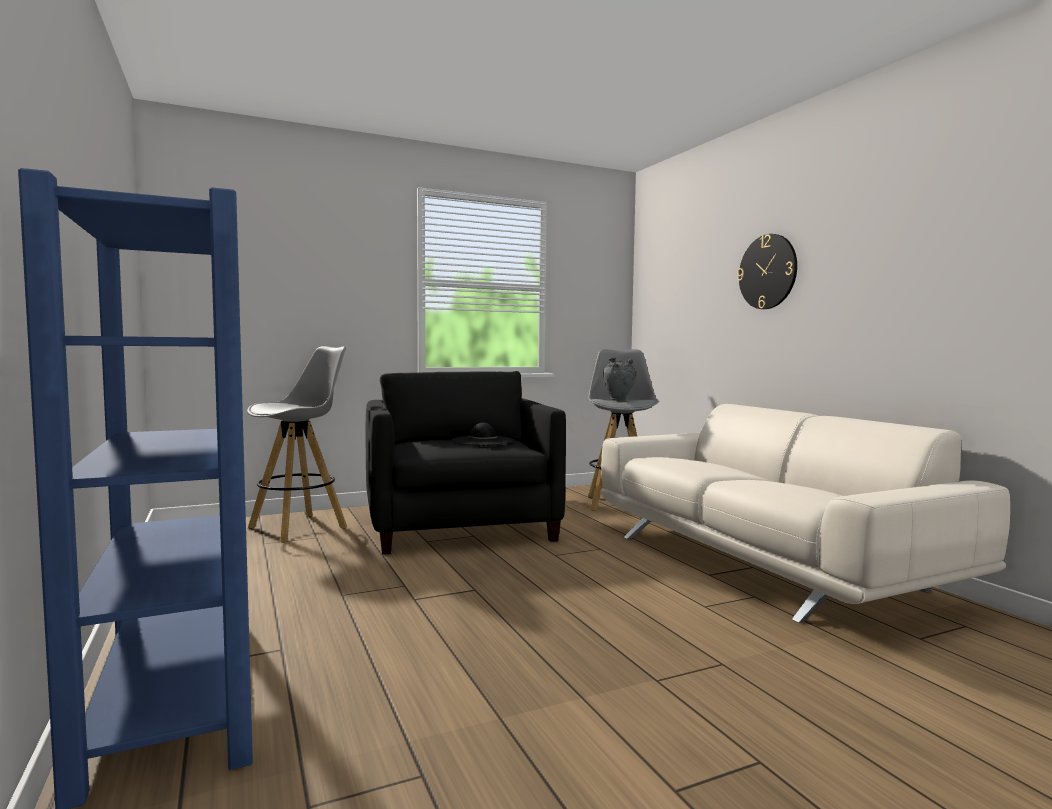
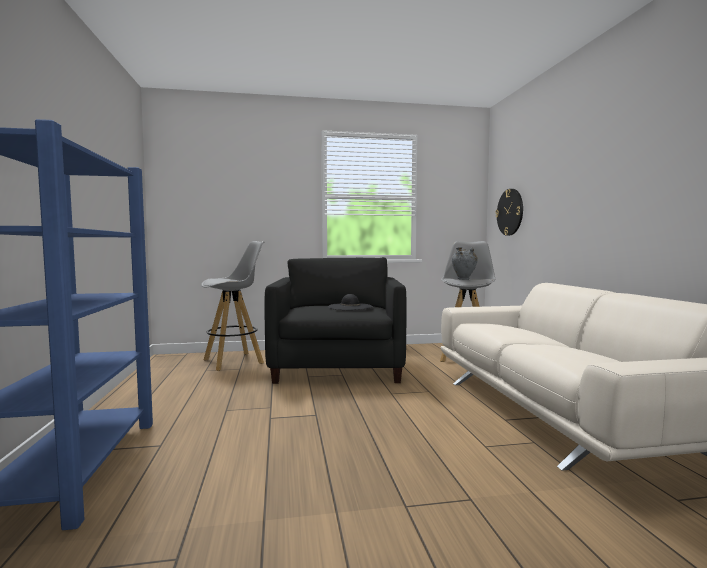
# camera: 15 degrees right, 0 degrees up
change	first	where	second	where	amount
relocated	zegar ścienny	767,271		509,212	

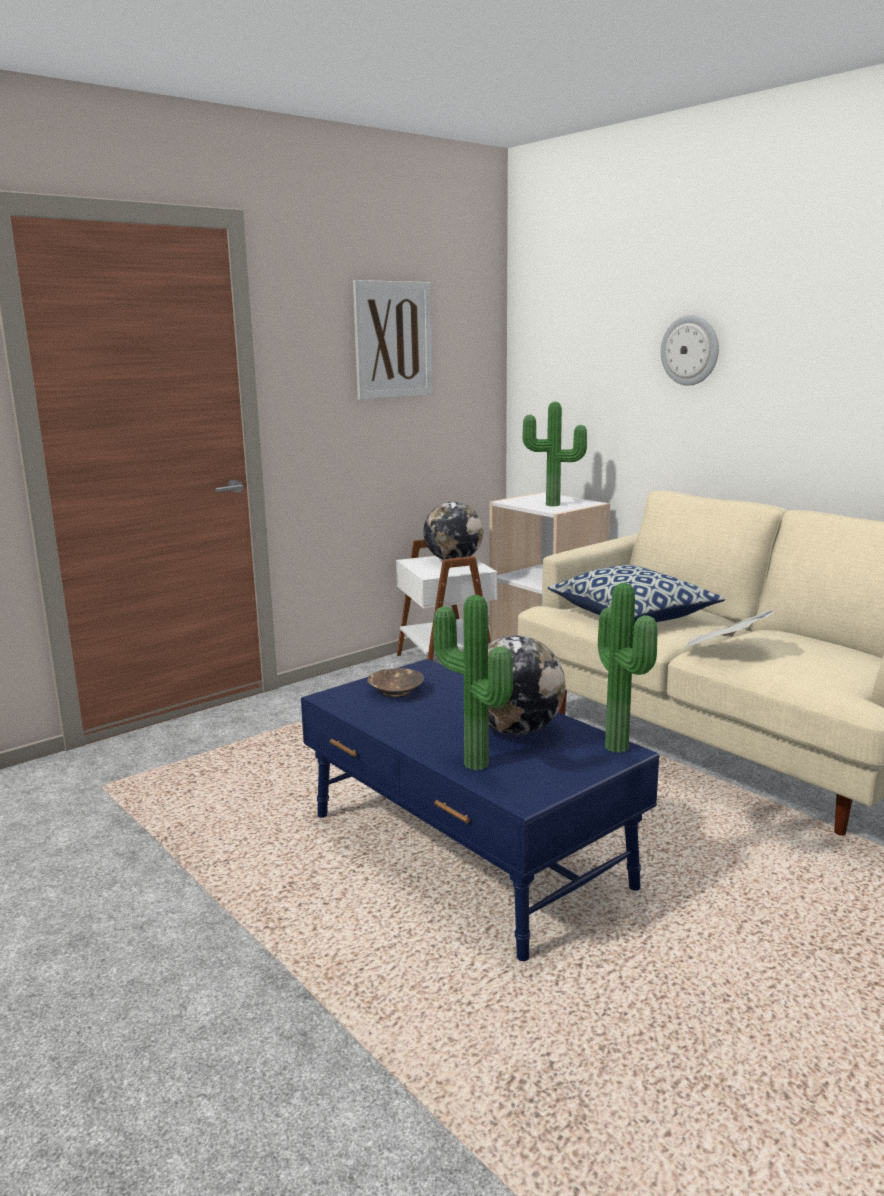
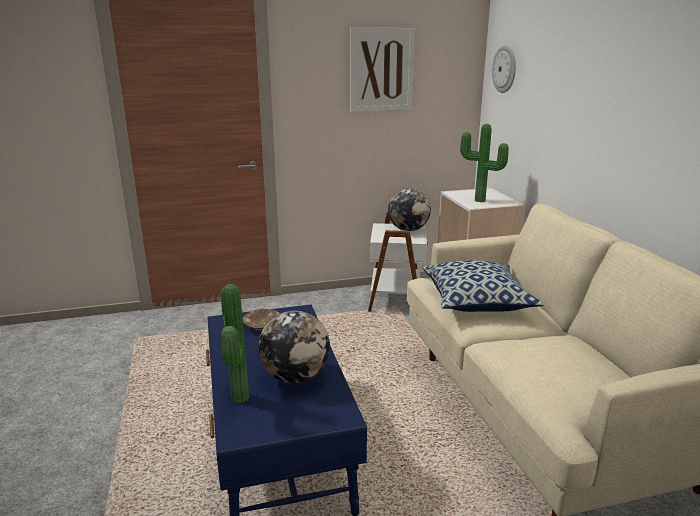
# camera: 25 degrees right, 5 degrees up
change	first	where	second	where	amount
missing	roślina doniczkowa	628,668			
missing	gazeta	730,629			
relocated	zegar ścienny	690,350		504,69	

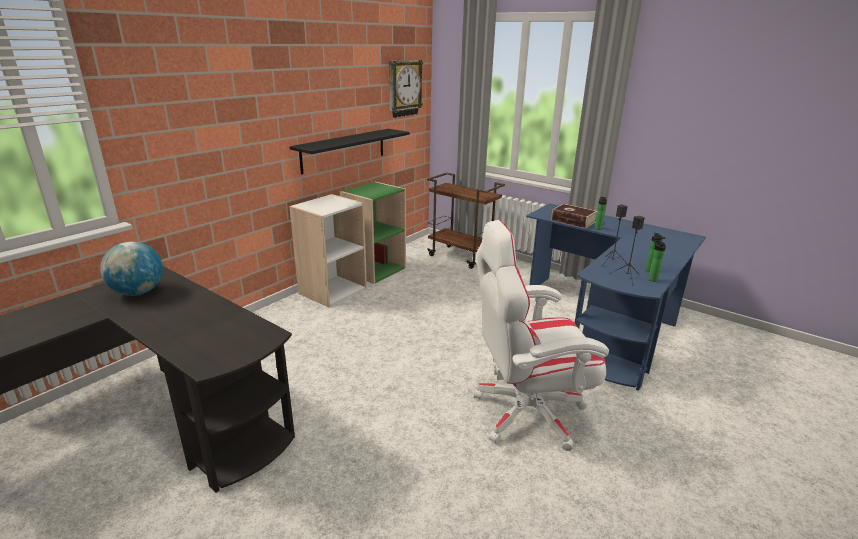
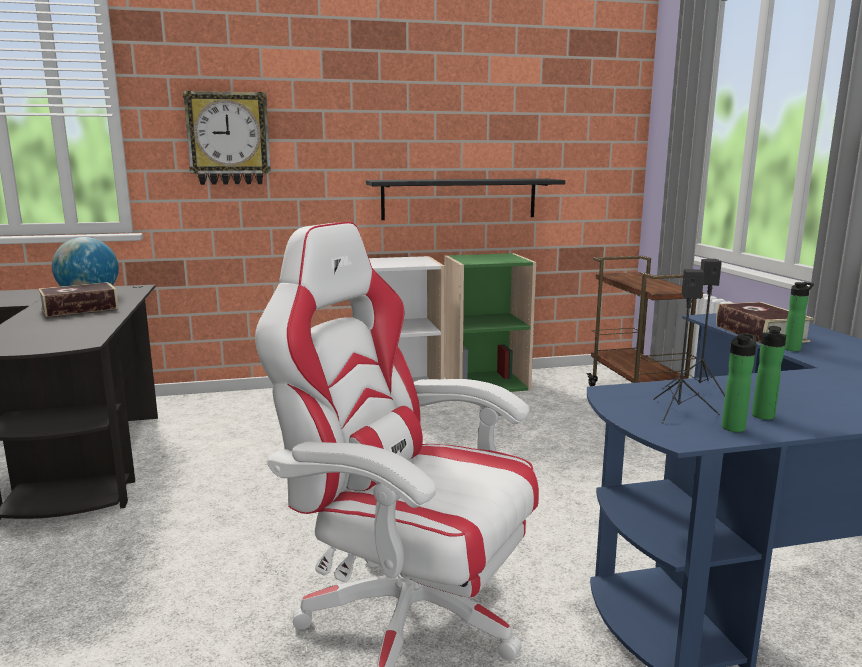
# camera: 40 degrees right, 10 degrees down
change	first	where	second	where	amount
appeared			książka	78,299	
relocated	zegar ścienny	406,89		227,138	

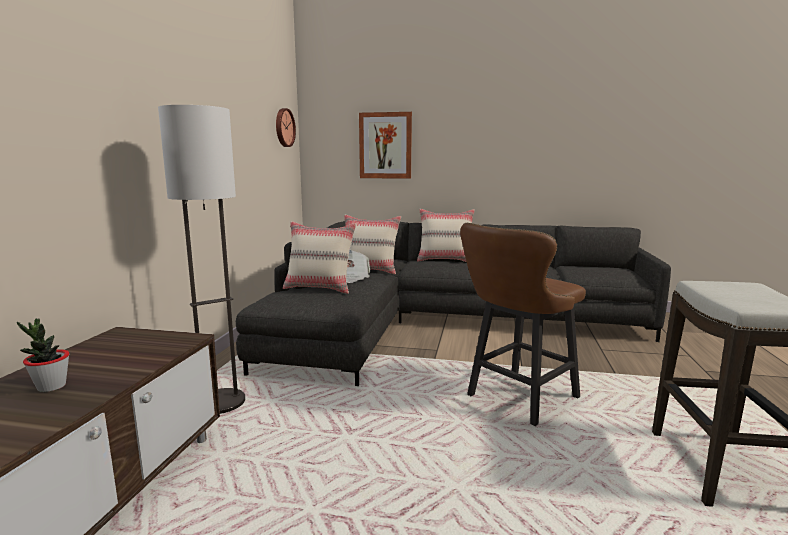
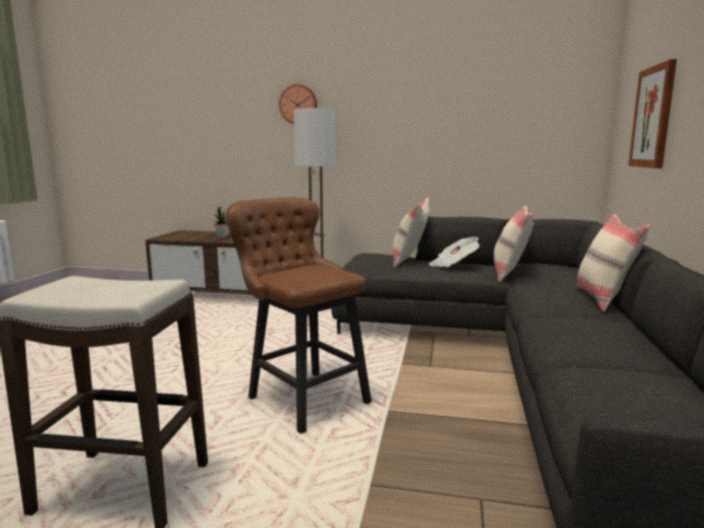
# camera: 90 degrees right, 0 degrees up
change	first	where	second	where	amount
relocated	zegar ścienny	286,127		298,104	

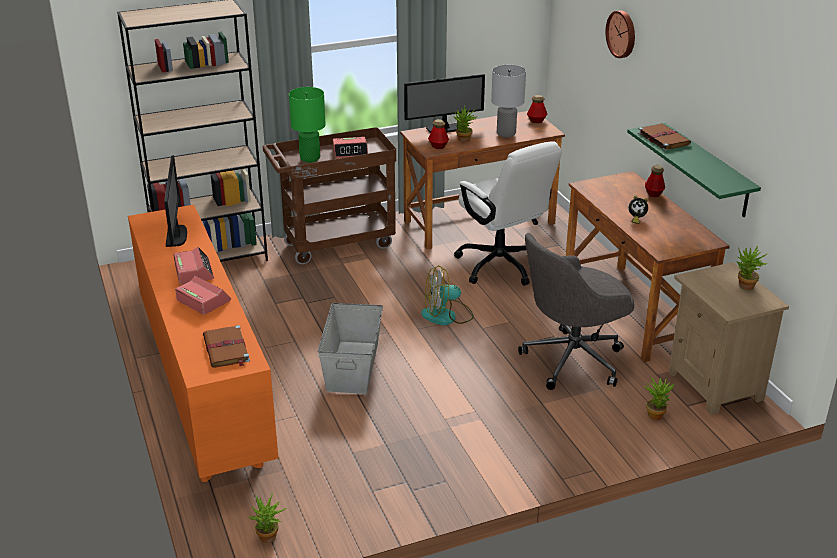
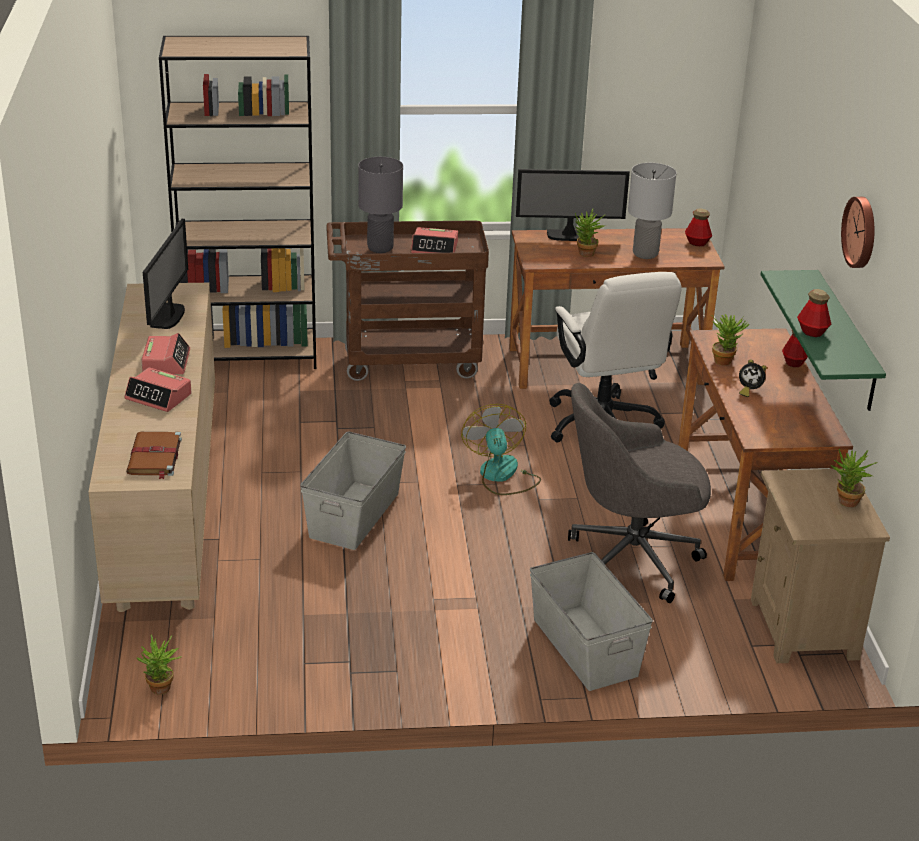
# camera: 15 degrees right, 0 degrees up
change	first	where	second	where	amount
missing	książka (brązowy)	664,137			
appeared			pojemnik do przechowywania (szary)	591,621	
relocated	butelka	438,134		814,313	
relocated	zegar ścienny	620,34		858,232	
relocated	roślina doniczkowa	659,398		730,339	
colour	szafka (pomarańczowy)	203,343	szafka (beżowy)	151,447	
colour	lampa stołowa (zielony)	307,125	lampa stołowa (szary)	380,205	
spun	budzik	203,295		158,389	150 degrees clockwise
spun	wentylator	447,295		501,449	75 degrees clockwise

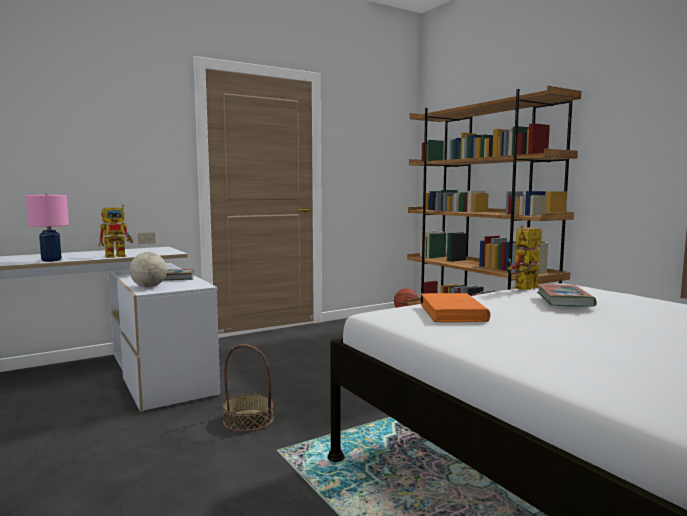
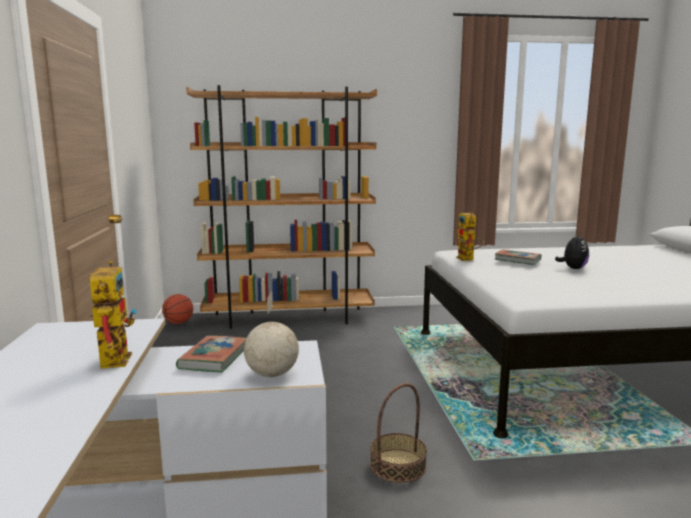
# camera: 65 degrees left, 5 degrees up
change	first	where	second	where	amount
missing	lampa stołowa (różowy)	47,228			
missing	książka (pomarańczowy)	455,307			
appeared			pluszak	572,251	

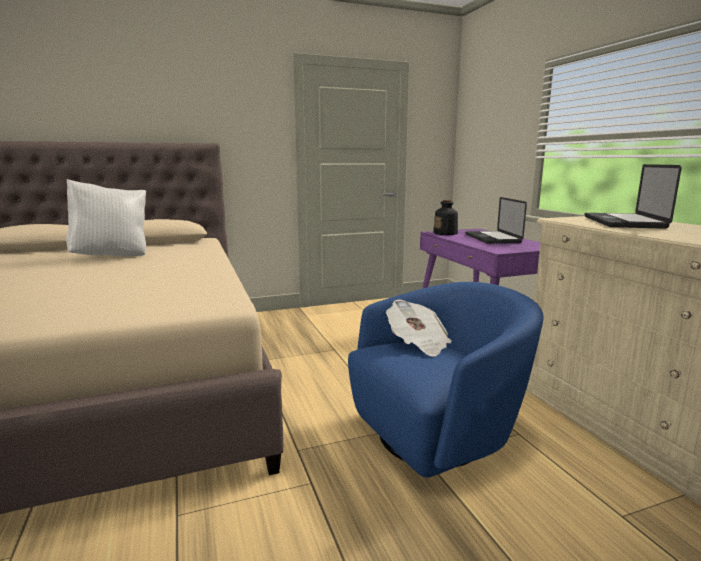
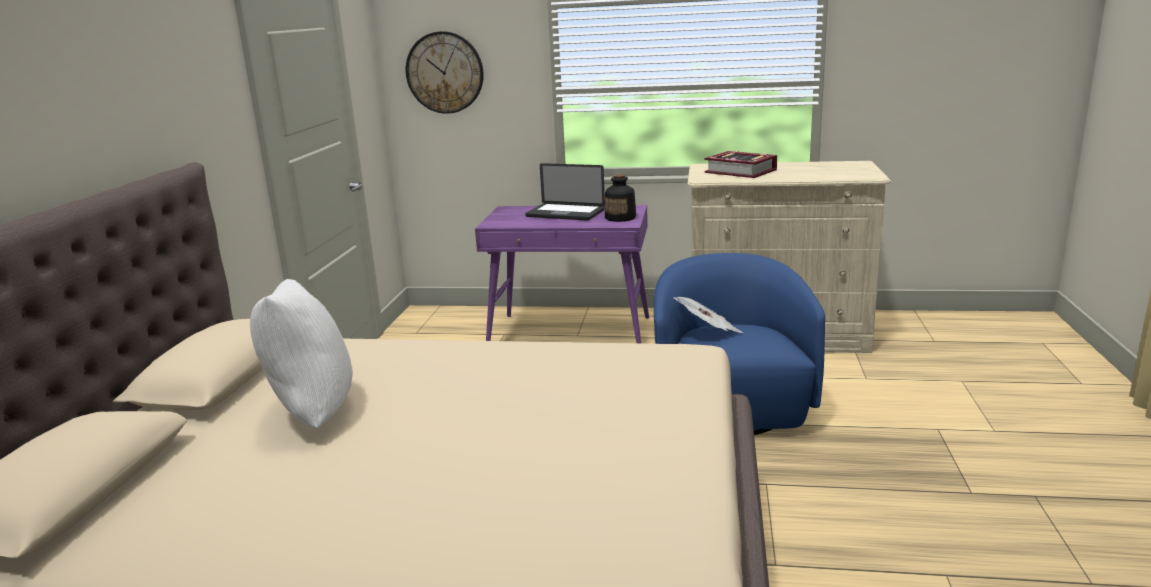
# camera: 60 degrees left, 5 degrees up
change	first	where	second	where	amount
appeared			zegar ścienny	445,72	
relocated	butelka	445,217		620,198	
exchanged	laptop	633,196	książka	740,164	

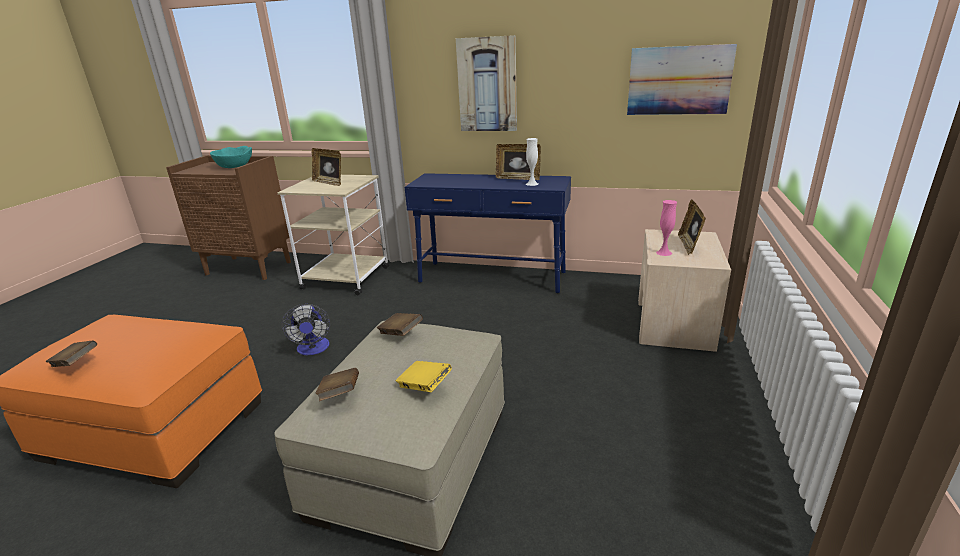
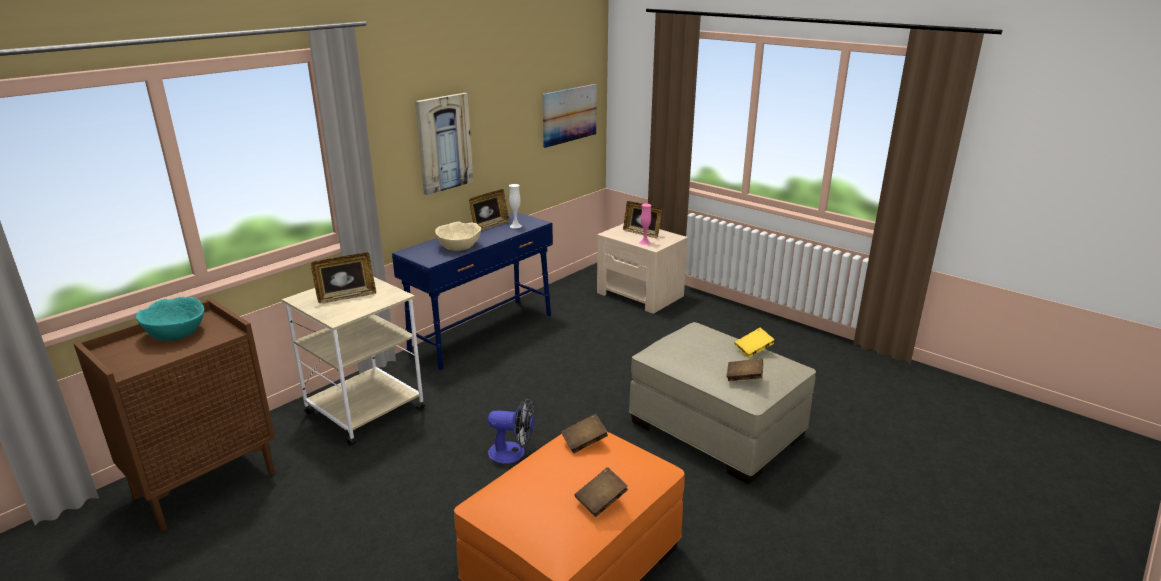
# camera: 65 degrees left, 0 degrees up
change	first	where	second	where	amount
appeared			miska (beżowy)	458,236	
relocated	książka (brązowy)	400,324		584,433	

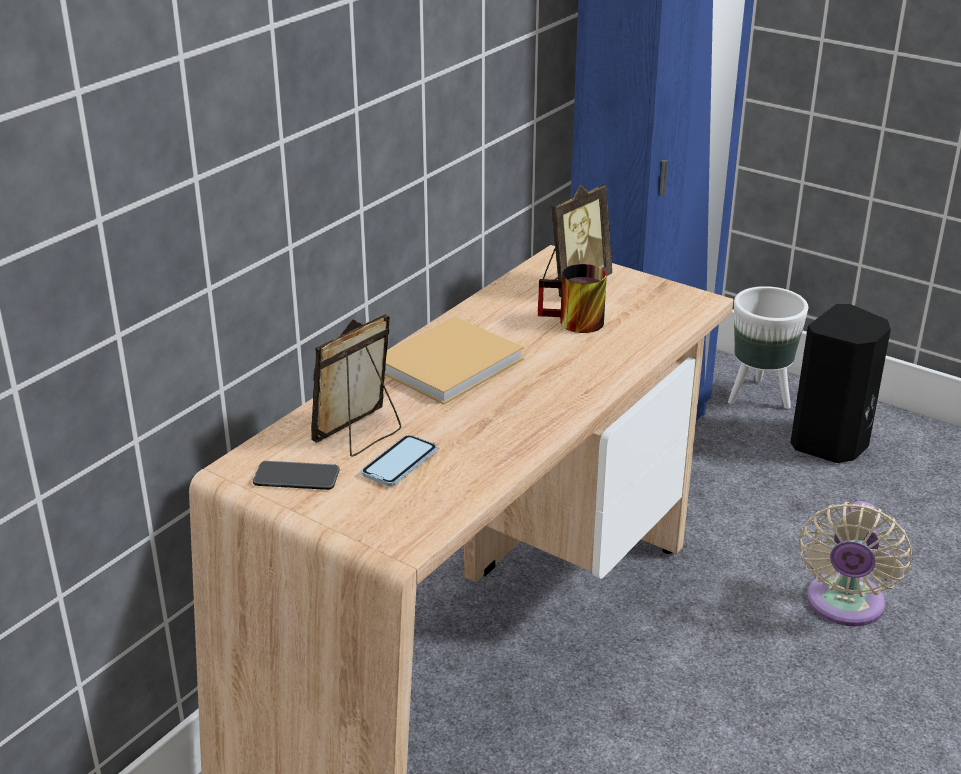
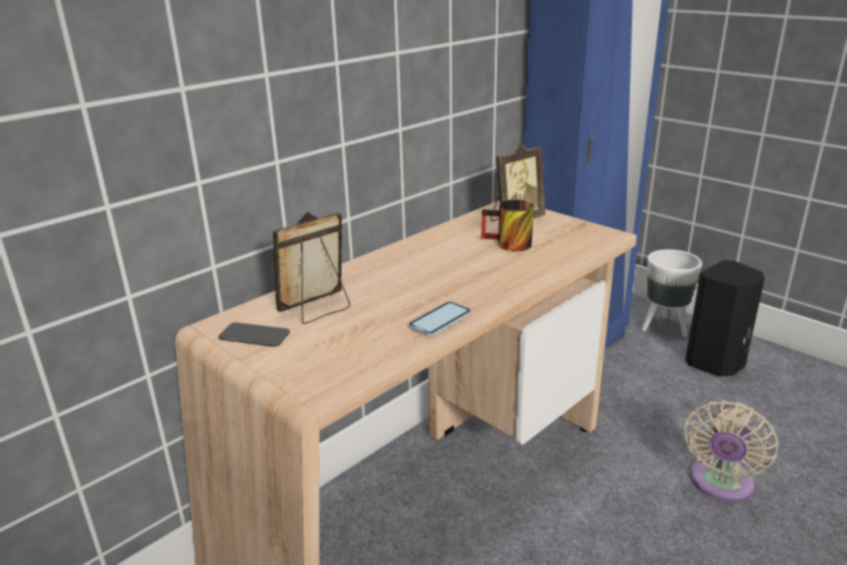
# camera: 10 degrees right, 5 degrees down
change	first	where	second	where	amount
missing	książka (beżowy)	454,360			
relocated	telefon	399,460		440,319	

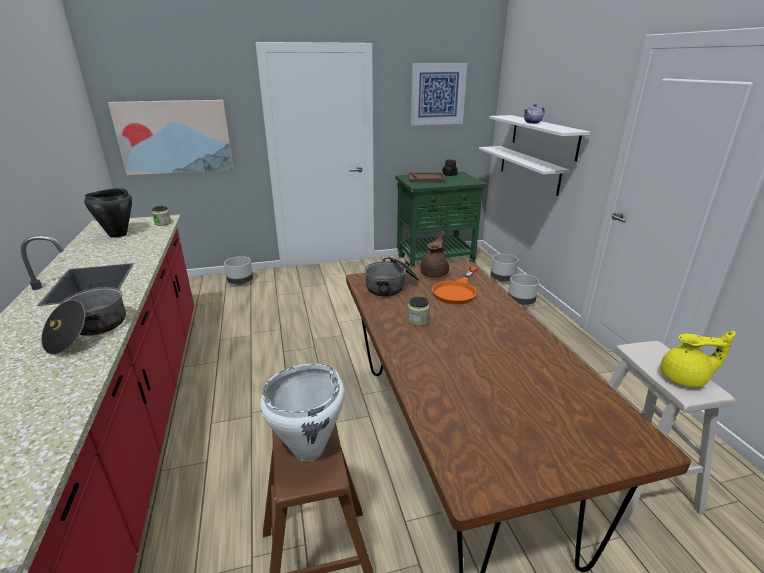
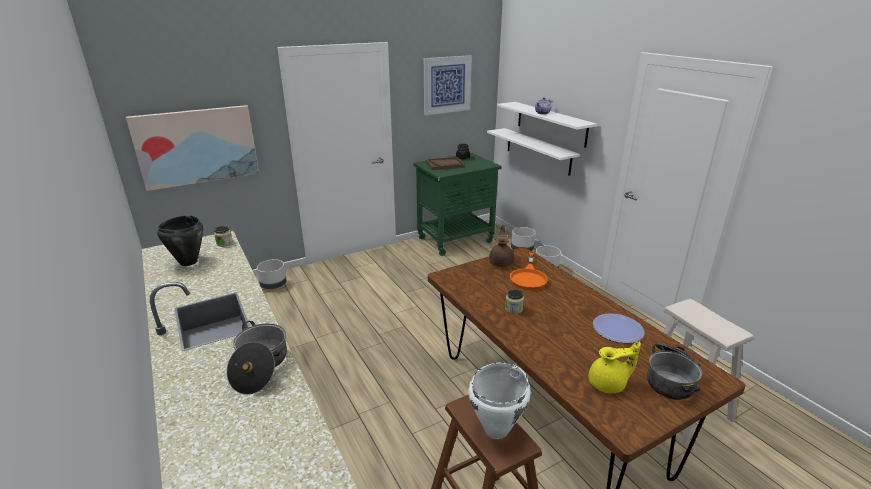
# camera: 15 degrees left, 0 degrees up
change	first	where	second	where	amount
appeared			talerz	618,328	
relocated	garnek	392,276		674,371	
relocated	imbryk (żółty)	698,359		615,367	

